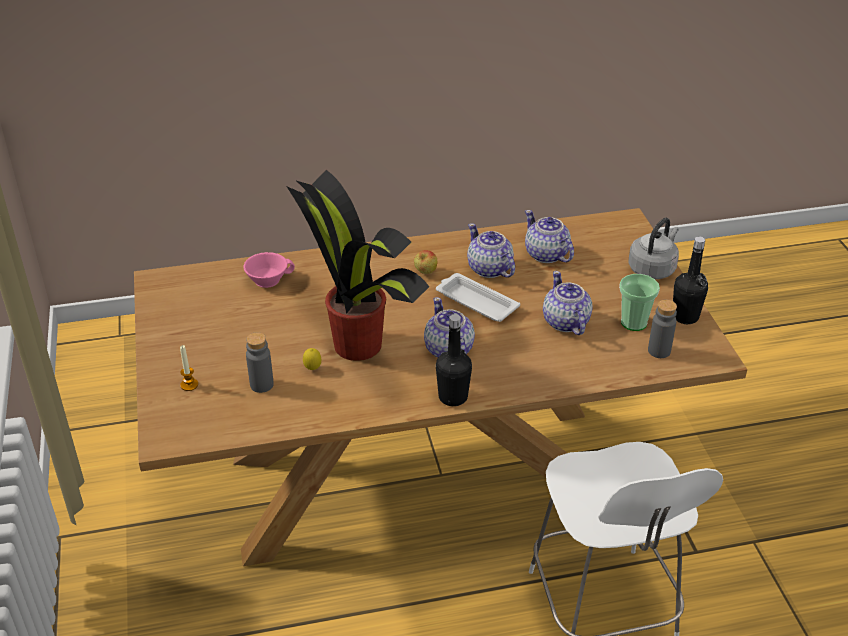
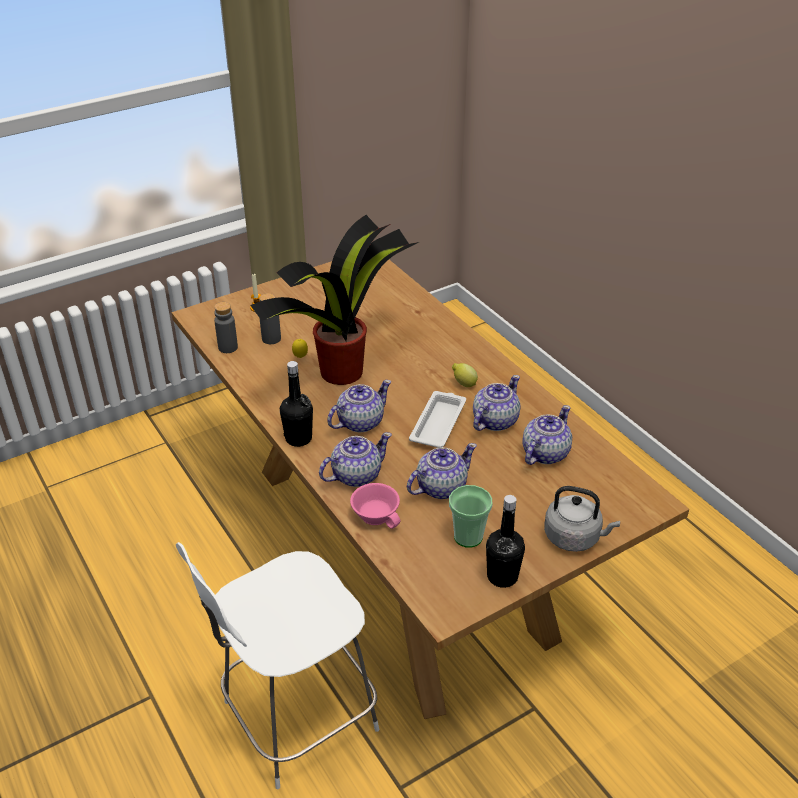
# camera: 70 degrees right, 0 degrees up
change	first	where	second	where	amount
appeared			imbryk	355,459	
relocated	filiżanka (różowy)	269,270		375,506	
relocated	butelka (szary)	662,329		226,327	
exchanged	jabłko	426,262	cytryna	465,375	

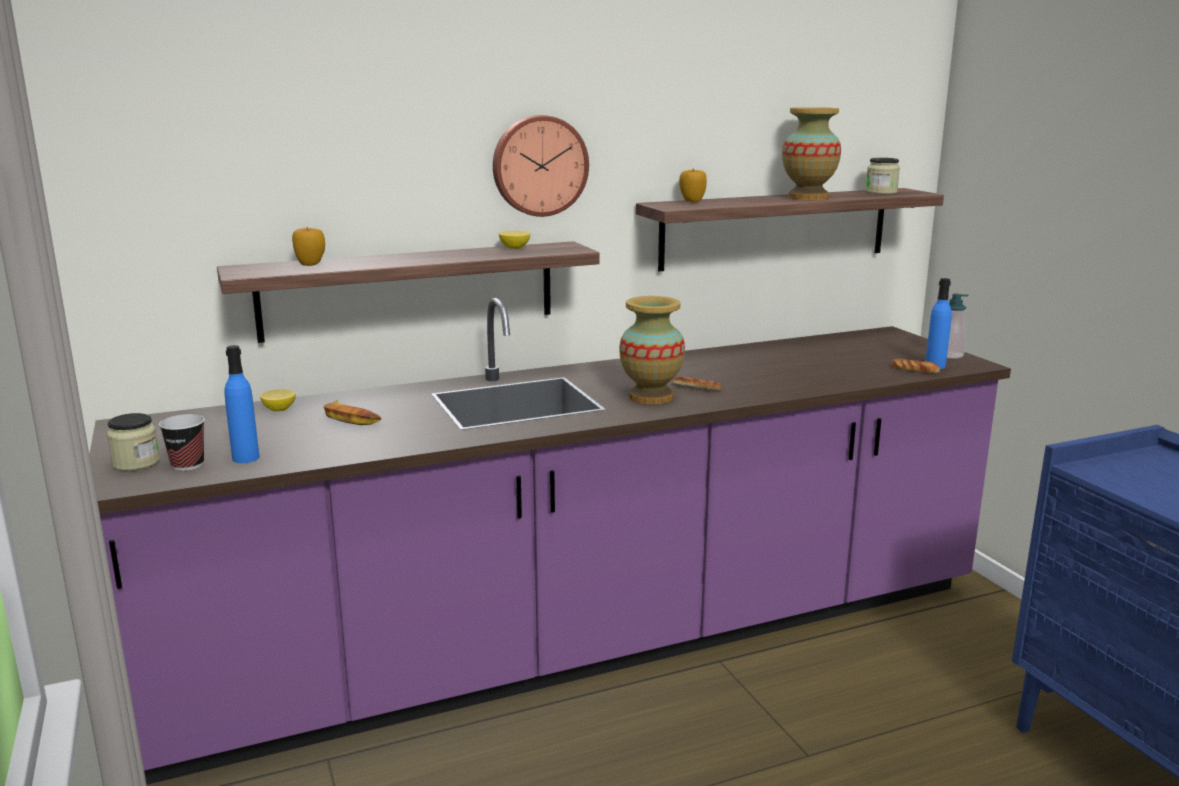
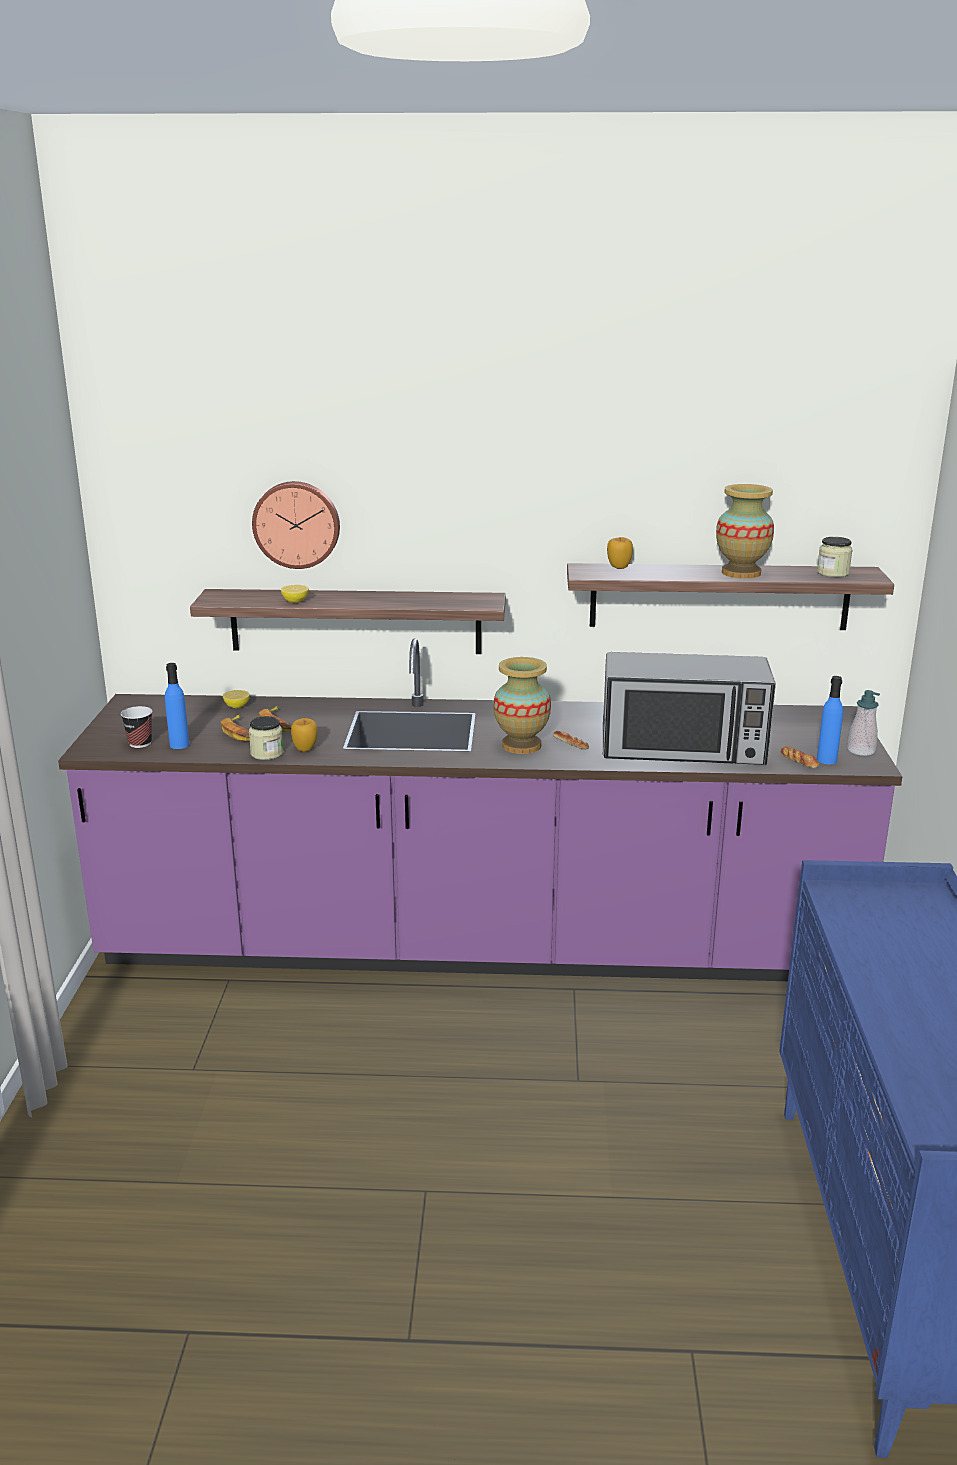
# camera: 25 degrees right, 5 degrees up
change	first	where	second	where	amount
appeared			banan	235,728	
appeared			mikrofalówka	689,708	
relocated	słoik	133,442		266,738	
relocated	jabłko	308,246		304,735	
relocated	zegar ścienny	541,166		296,525	
relocated	cytryna	514,240		295,594	

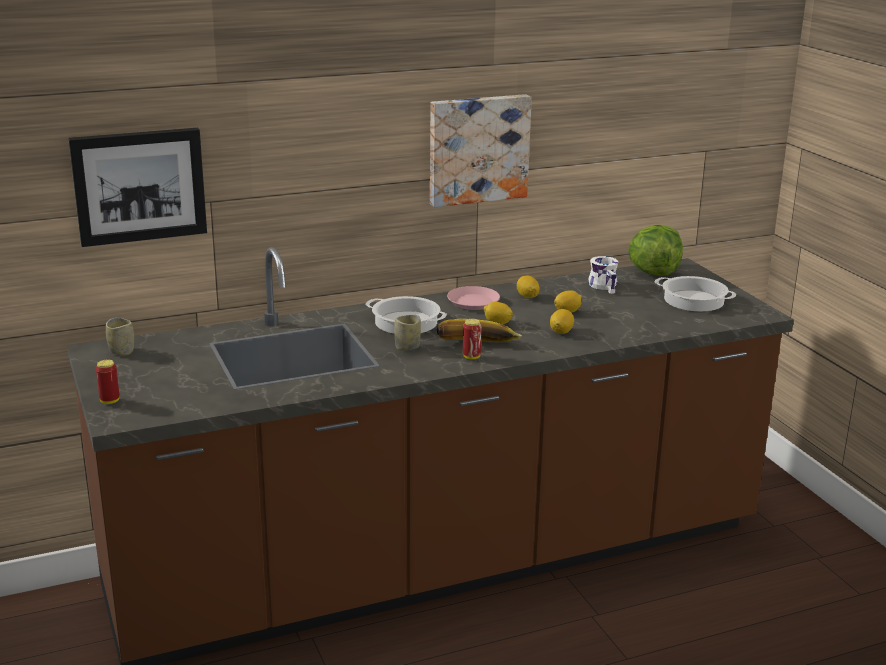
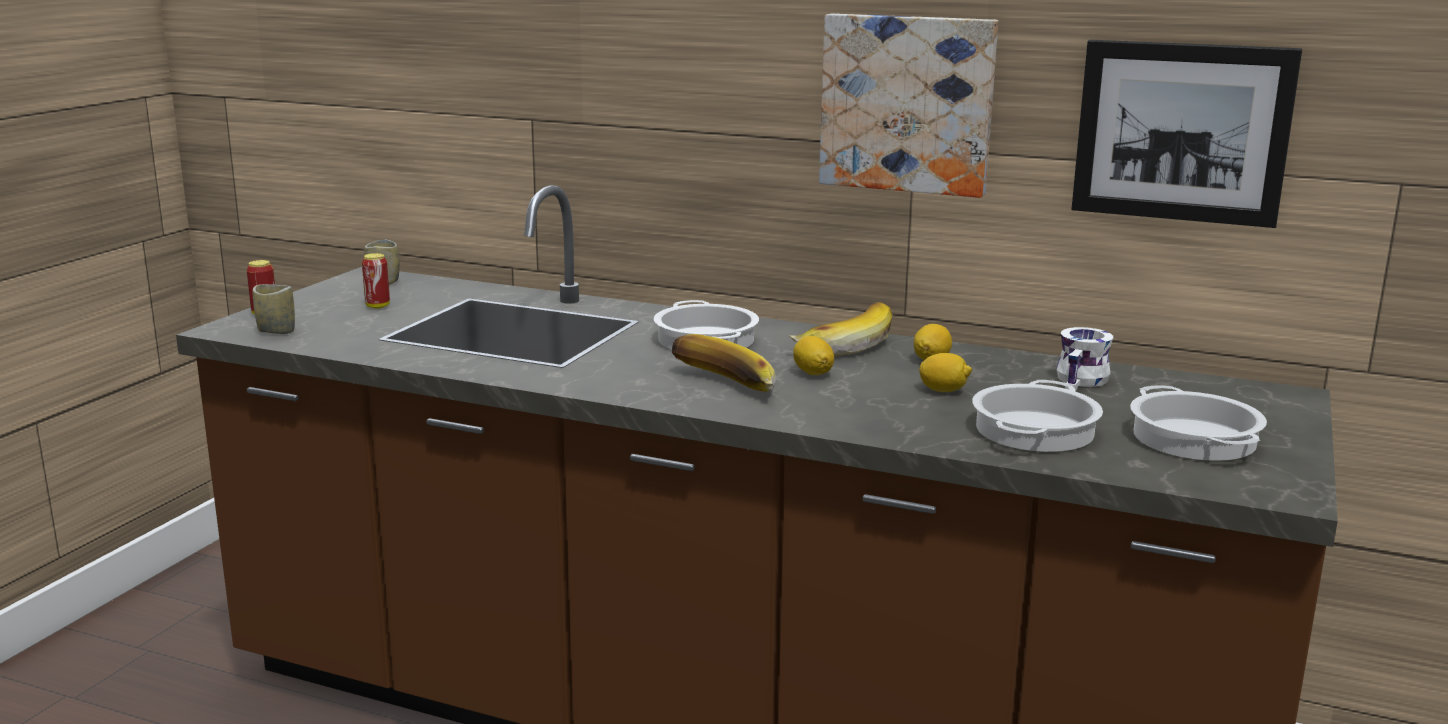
# camera: 45 degrees right, 5 degrees down
change	first	where	second	where	amount
missing	cytryna	562,321			
missing	sałata	655,250			
appeared			garnek	1037,416	
relocated	obraz	137,187		1186,134	
relocated	filiżanka	407,333		274,309	
relocated	puszka	472,339		376,281	
exchanged	talerz (różowy)	473,298	banan	840,329	

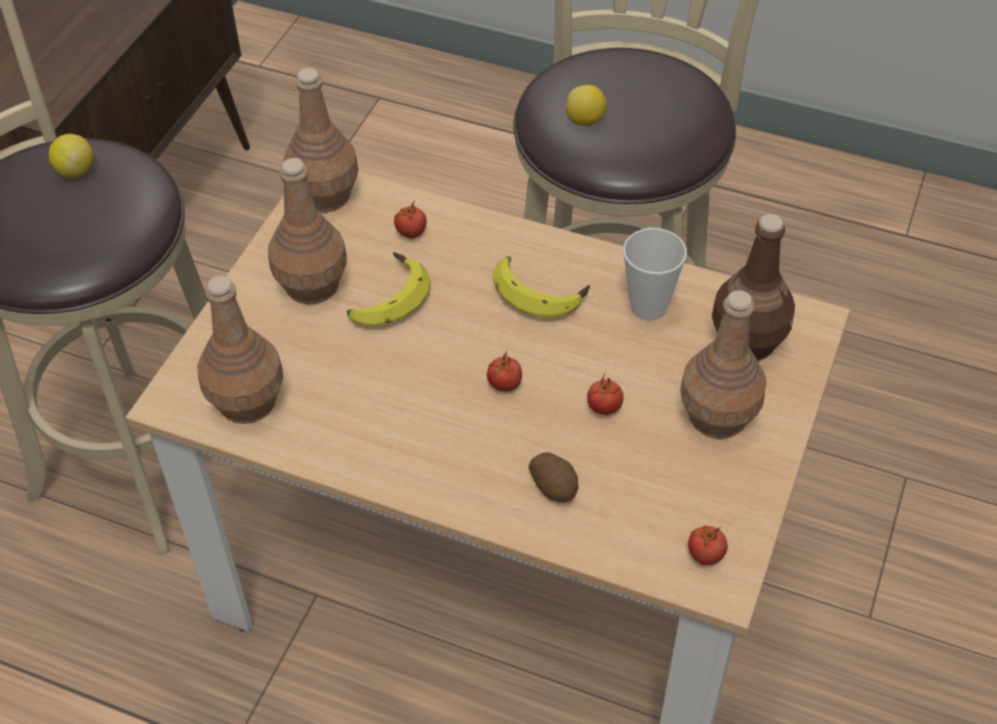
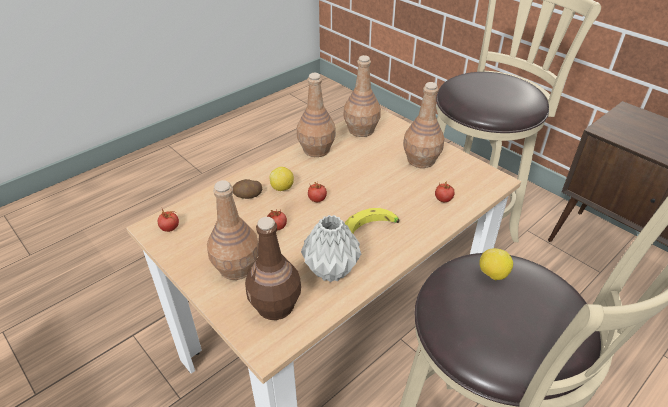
# camera: 115 degrees right, 10 degrees down
change	first	where	second	where	amount
missing	banan	389,289			
relocated	cytryna	70,156		281,179	
relocated	butelka (brązowy)	321,140		316,115	
exchanged	filiżanka	655,274	wazon (szary)	331,248	

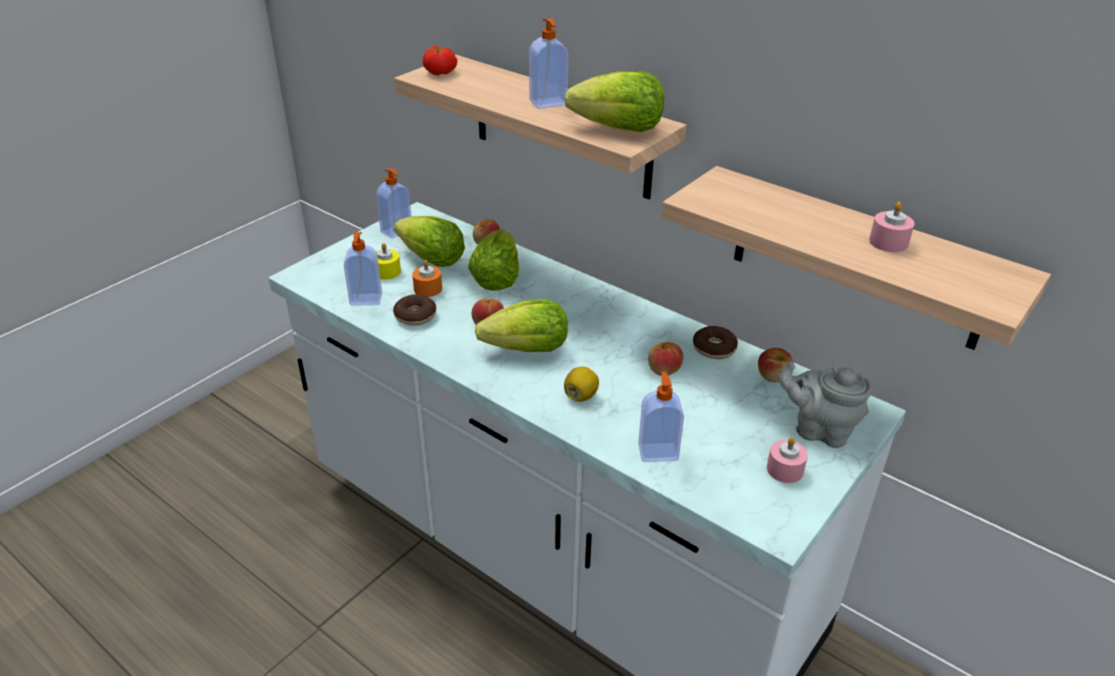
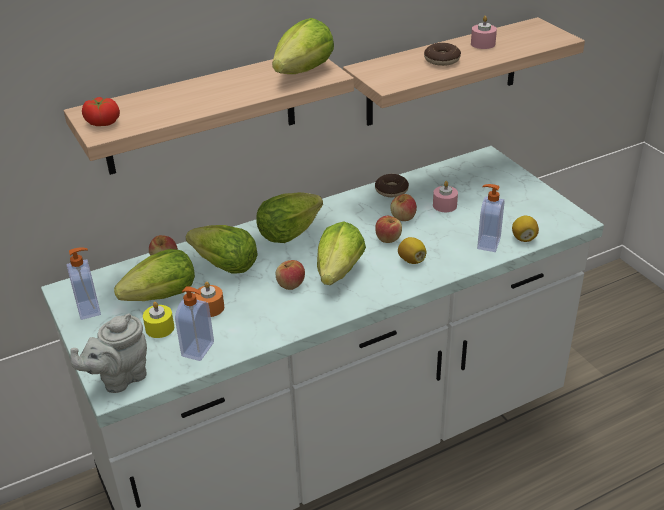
# camera: 65 degrees left, 0 degrees up
change	first	where	second	where	amount
missing	dozownik mydła	548,63			
appeared			sałata	289,217	
appeared			cytryna	525,229	
relocated	donut	414,310		442,54	
relocated	jabłko	776,365		388,229	
relocated	świeca (różowy)	787,460		445,196	
relocated	imbryk (szary)	825,405		108,353	

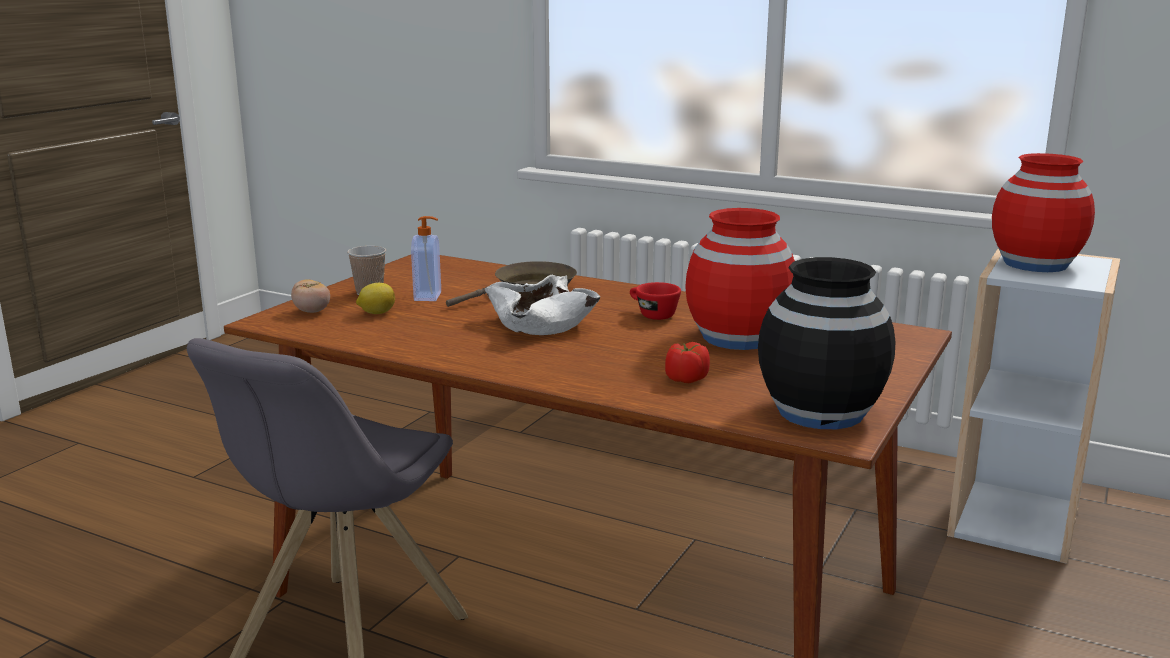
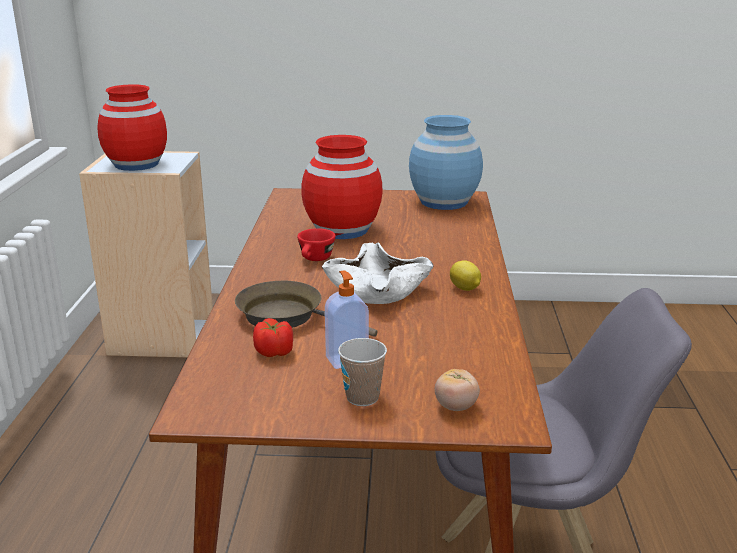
# camera: 115 degrees left, 5 degrees up
change	first	where	second	where	amount
relocated	cytryna	375,298		465,276	
relocated	pomidor	687,362		273,337	
colour	wazon (czarny)	826,343	wazon (niebieski)	446,162	

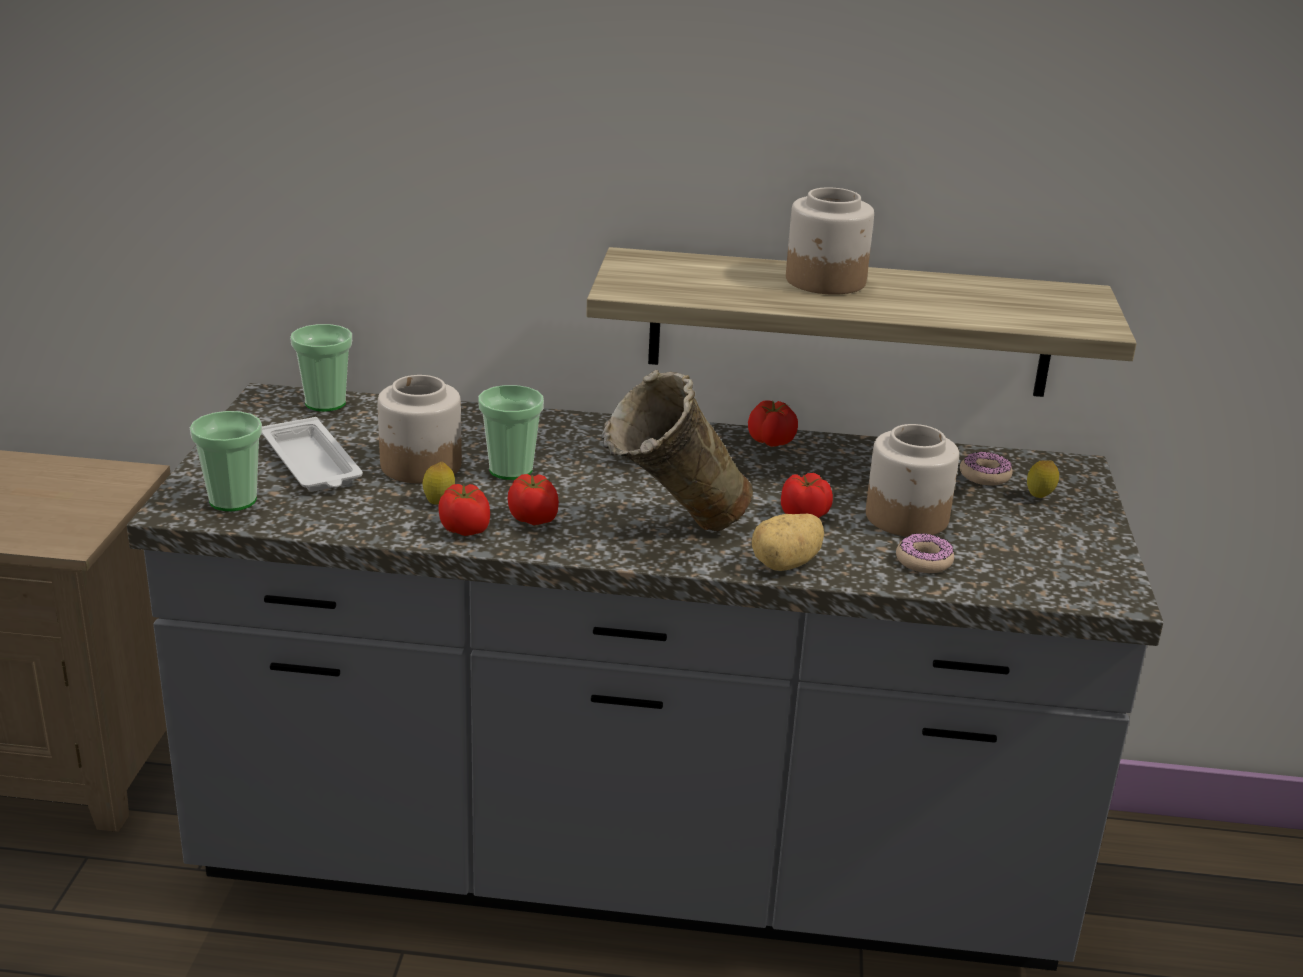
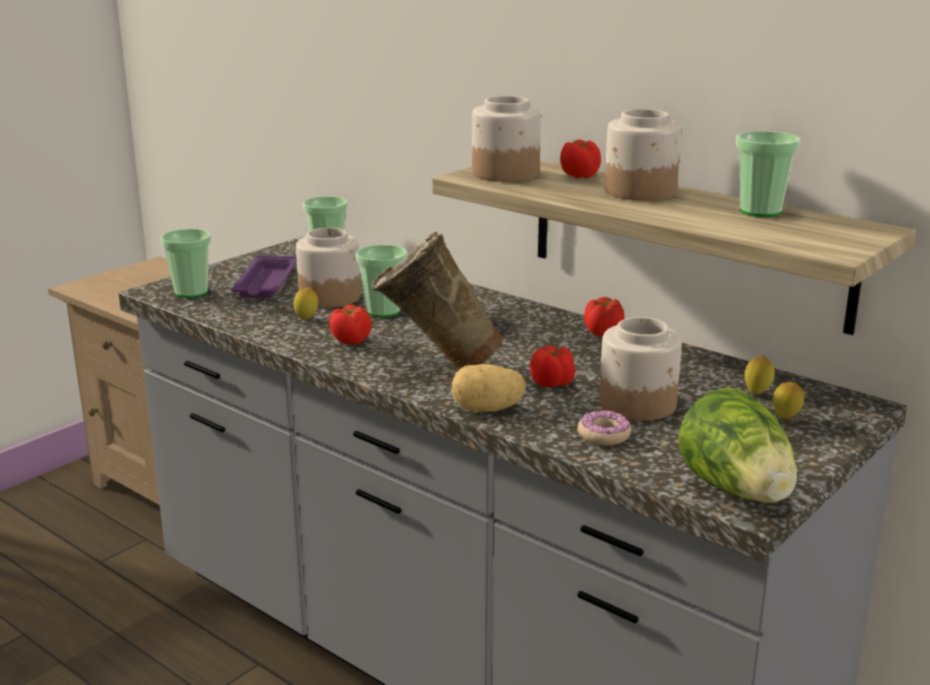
# camera: 35 degrees right, 5 degrees down
change	first	where	second	where	amount
appeared			słoik	506,139	
appeared			sałata	738,445	
appeared			filiżanka	768,174	
relocated	pomidor	464,510		580,159	
exchanged	donut	986,468	cytryna	760,374	
colour	taca (biały)	312,454	taca (fioletowy)	264,276	

